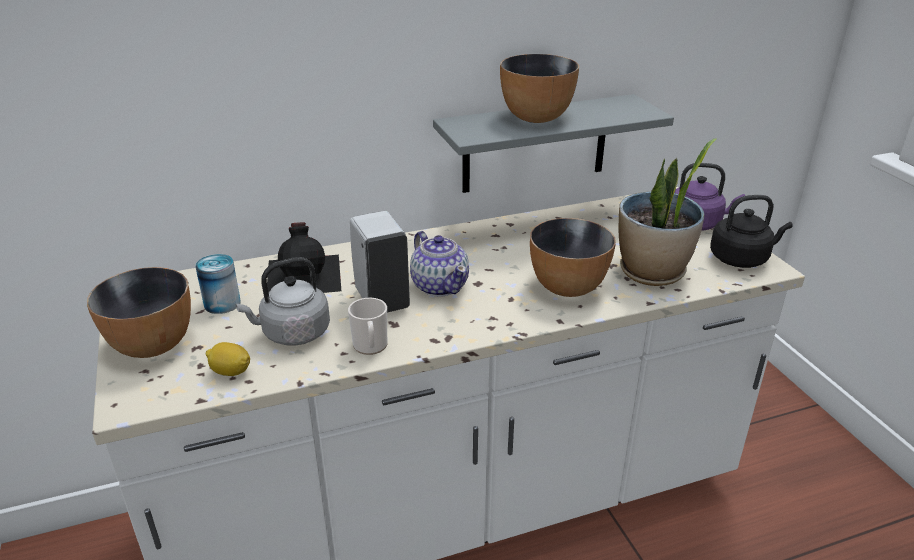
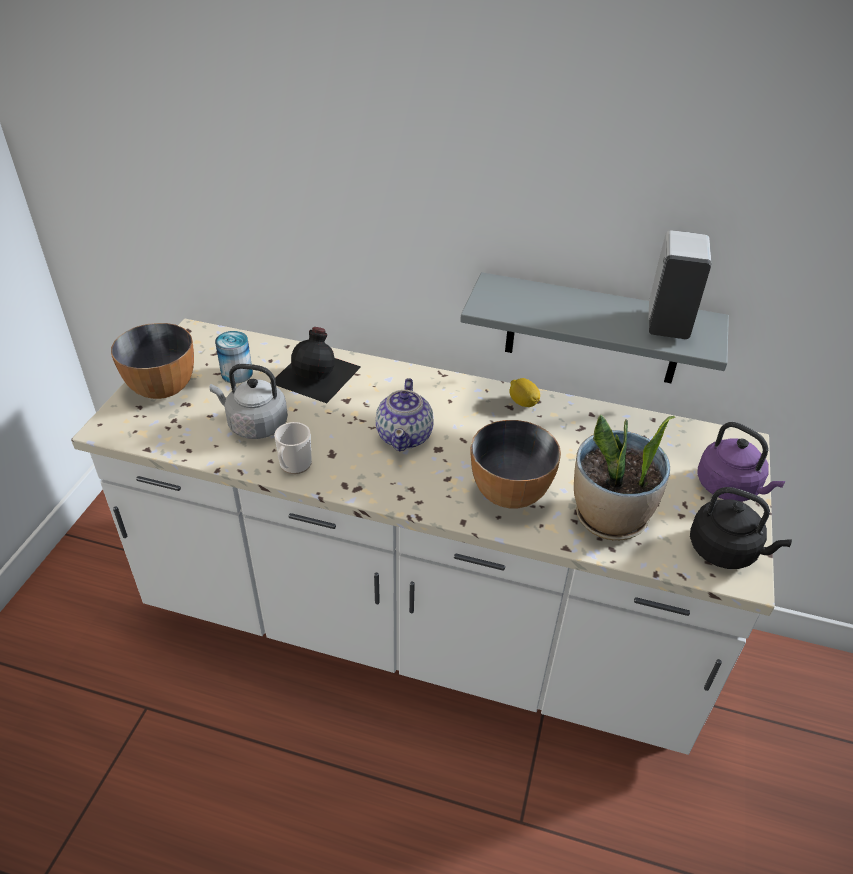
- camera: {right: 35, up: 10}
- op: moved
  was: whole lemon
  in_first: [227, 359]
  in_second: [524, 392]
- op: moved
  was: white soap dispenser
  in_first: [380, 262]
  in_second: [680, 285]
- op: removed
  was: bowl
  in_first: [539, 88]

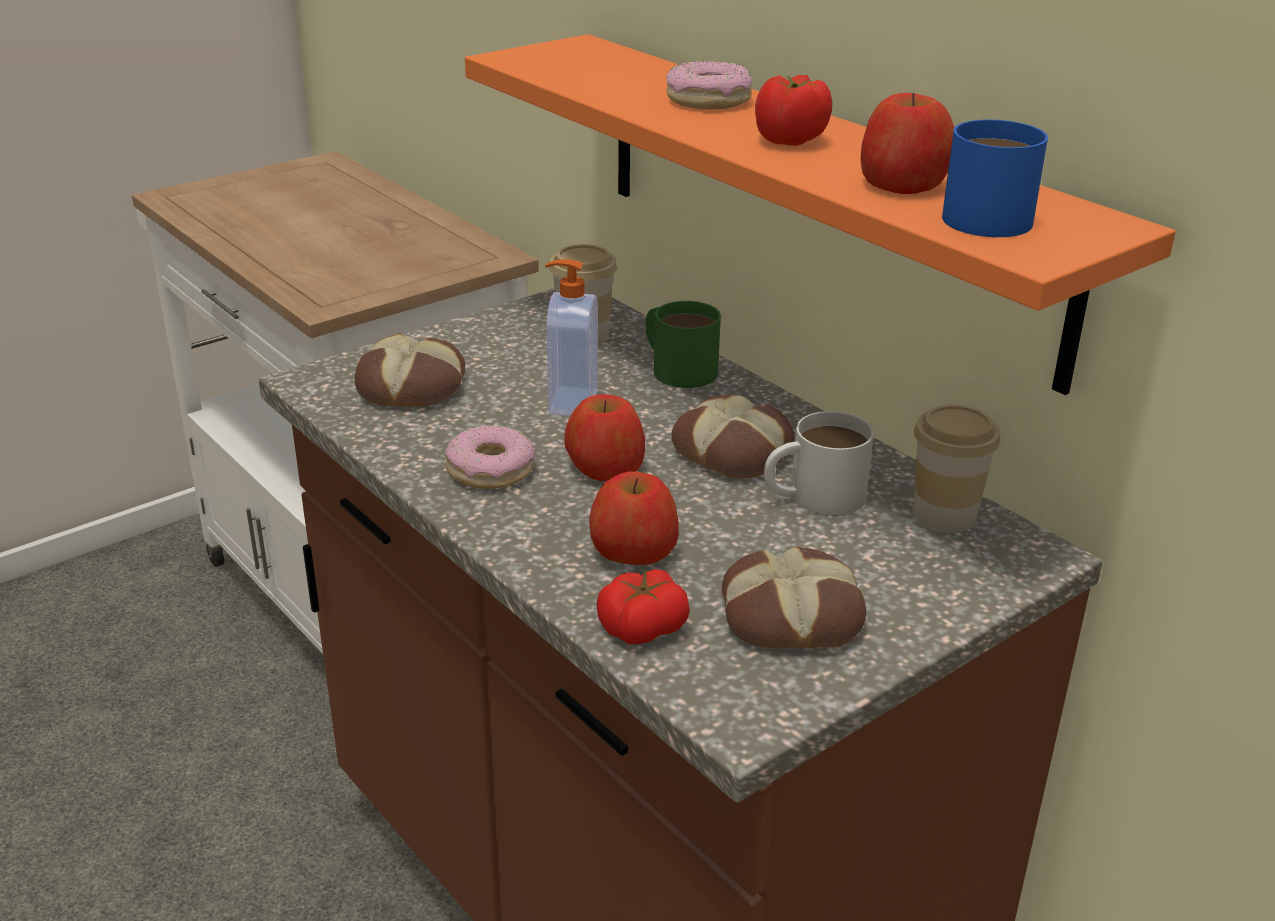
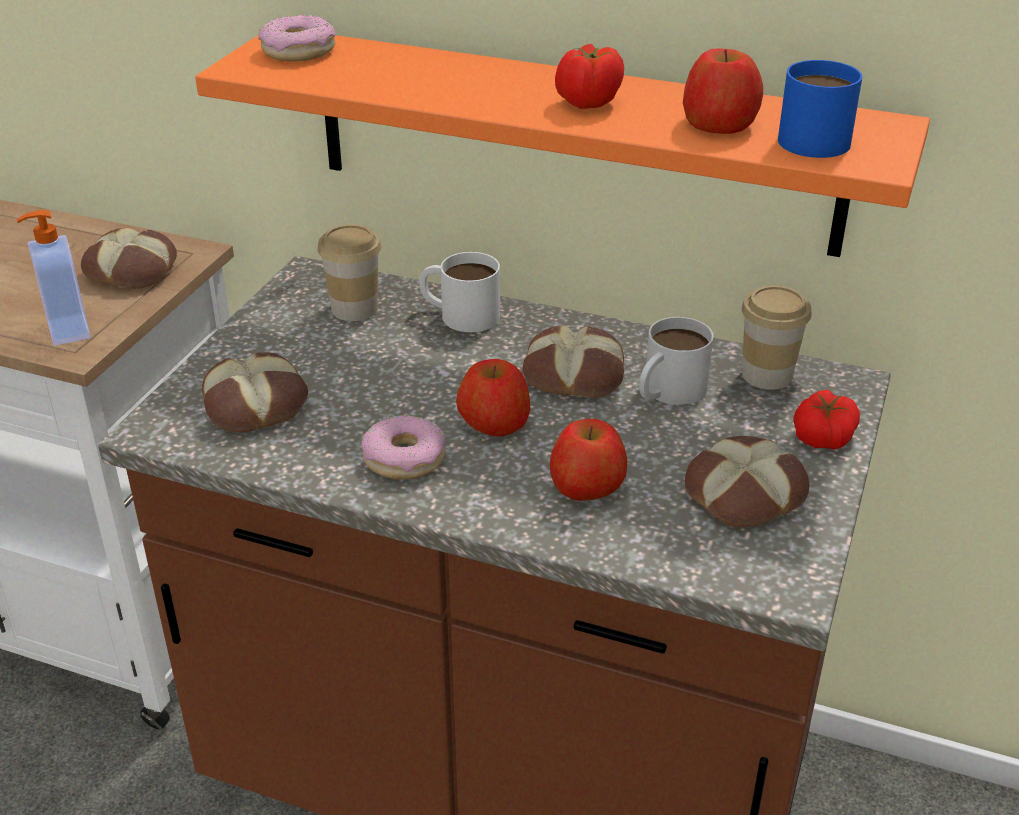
- camera: {right: -30, up: 5}
- op: moved
  was: soap dispenser
  in_first: [571, 337]
  in_second: [53, 278]
- op: moved
  was: whole tomato
  in_first: [643, 606]
  in_second: [826, 419]
- op: recoloured
  was: greenish tea mug
  now: white tea mug
  in_first: [683, 344]
  in_second: [459, 292]
- op: moved
  was: donut
  in_first: [709, 85]
  in_second: [297, 38]
- op: added
  now: bakery bread
  in_second: [129, 258]

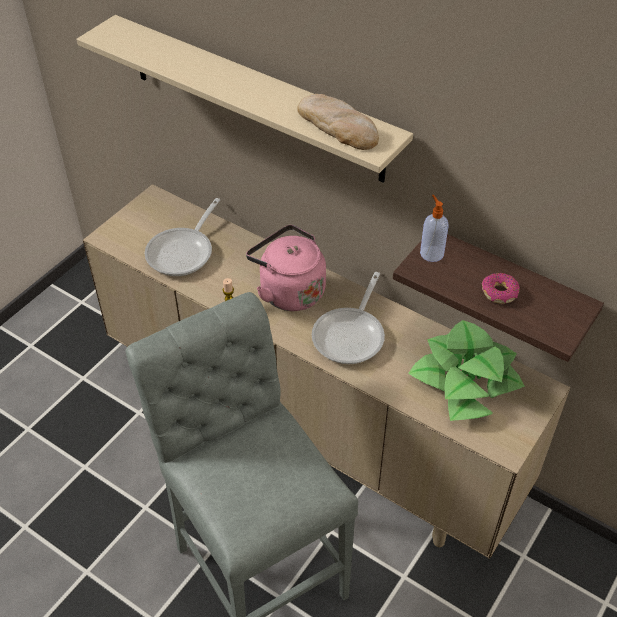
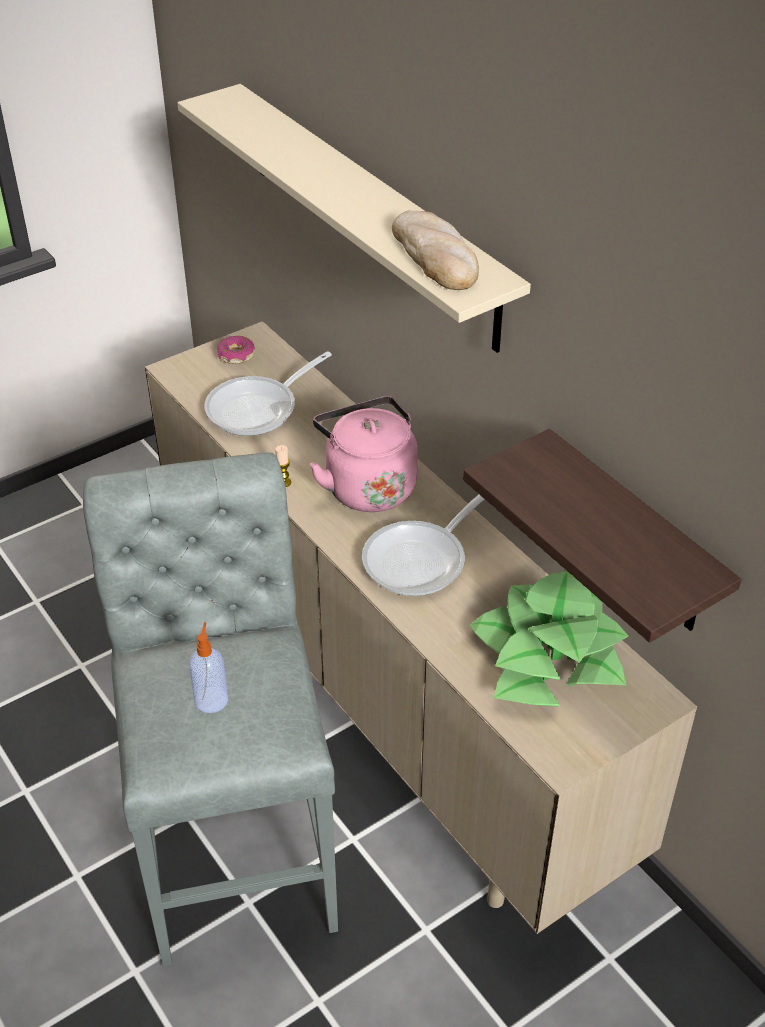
- camera: {right: 20, up: -5}
- op: moved
  was: soap dispenser
  in_first: [434, 228]
  in_second: [208, 667]
- op: moved
  was: donut
  in_first: [501, 288]
  in_second: [236, 350]

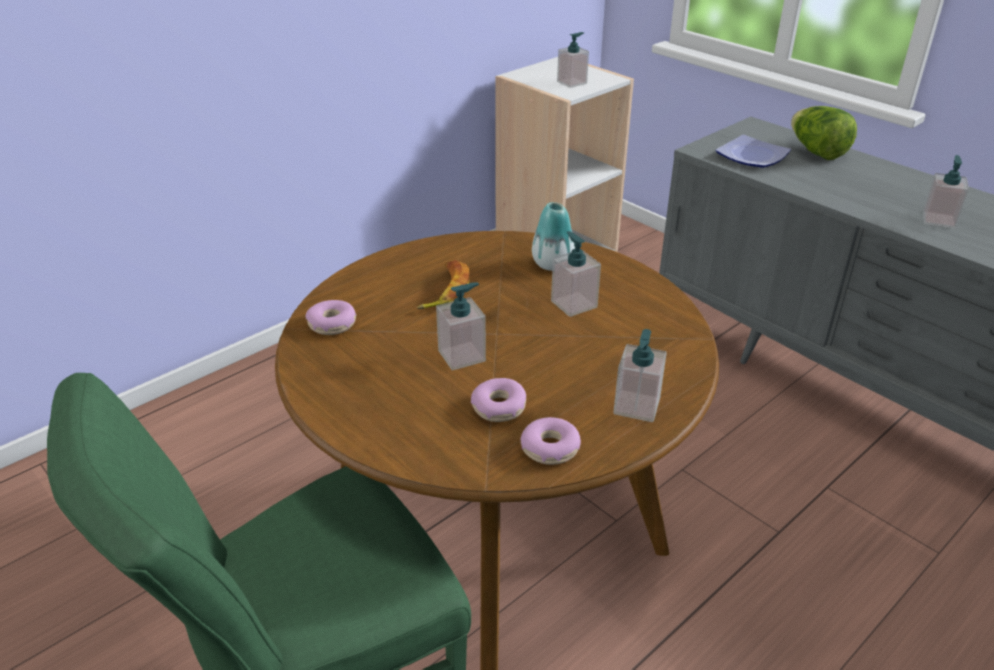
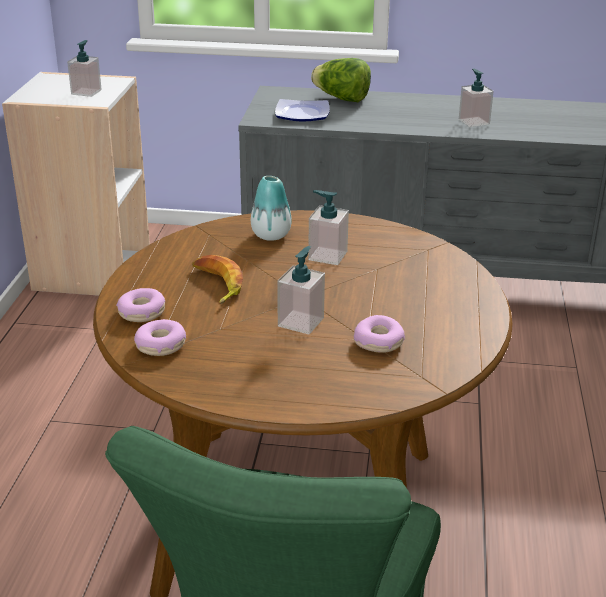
- camera: {right: -40, up: -5}
- op: moved
  was: donut
  in_first: [551, 441]
  in_second: [141, 305]
- op: removed
  was: soap dispenser
  in_first: [640, 375]

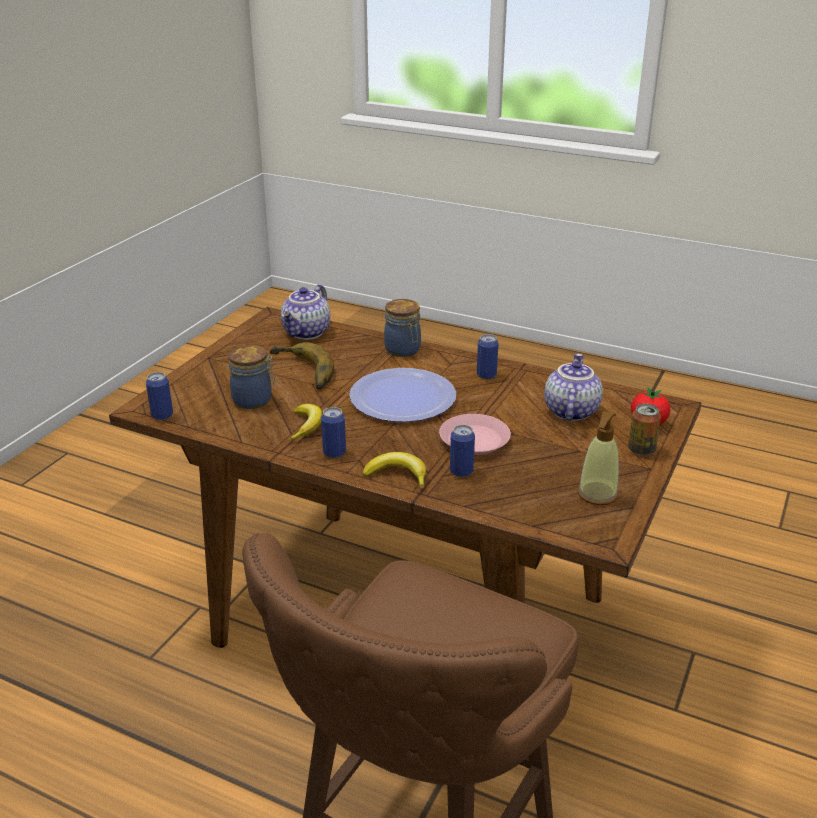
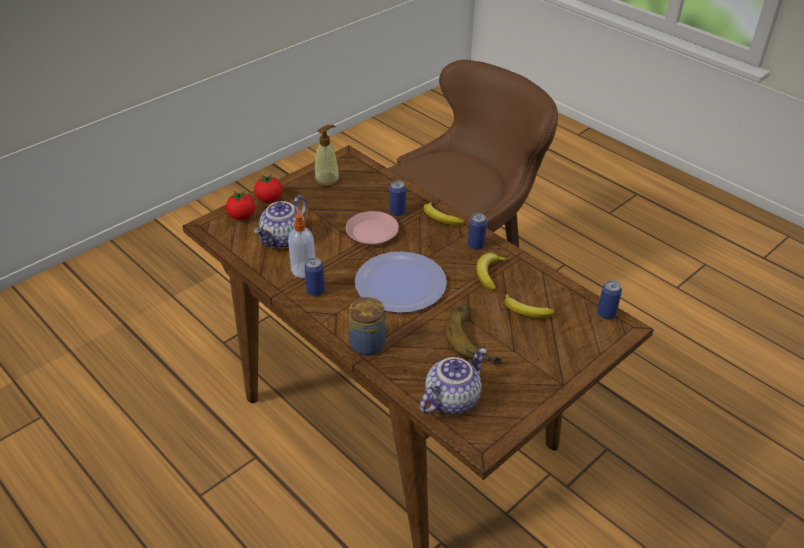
- camera: {right: -160, up: 10}
- op: replaced
  was: jar
  now: whole banana
  in_first: [252, 377]
  in_second: [529, 306]
- op: replaced
  was: metal can
  now: whole tomato
  in_first: [644, 429]
  in_second: [268, 188]
- op: added
  now: soap dispenser
  in_second: [301, 242]

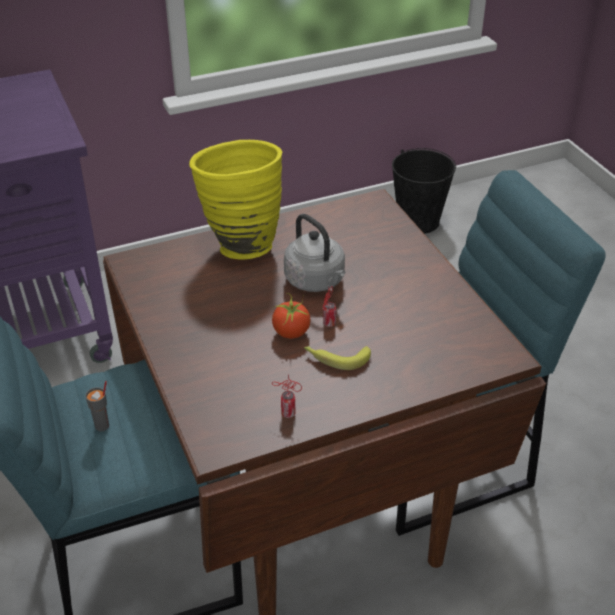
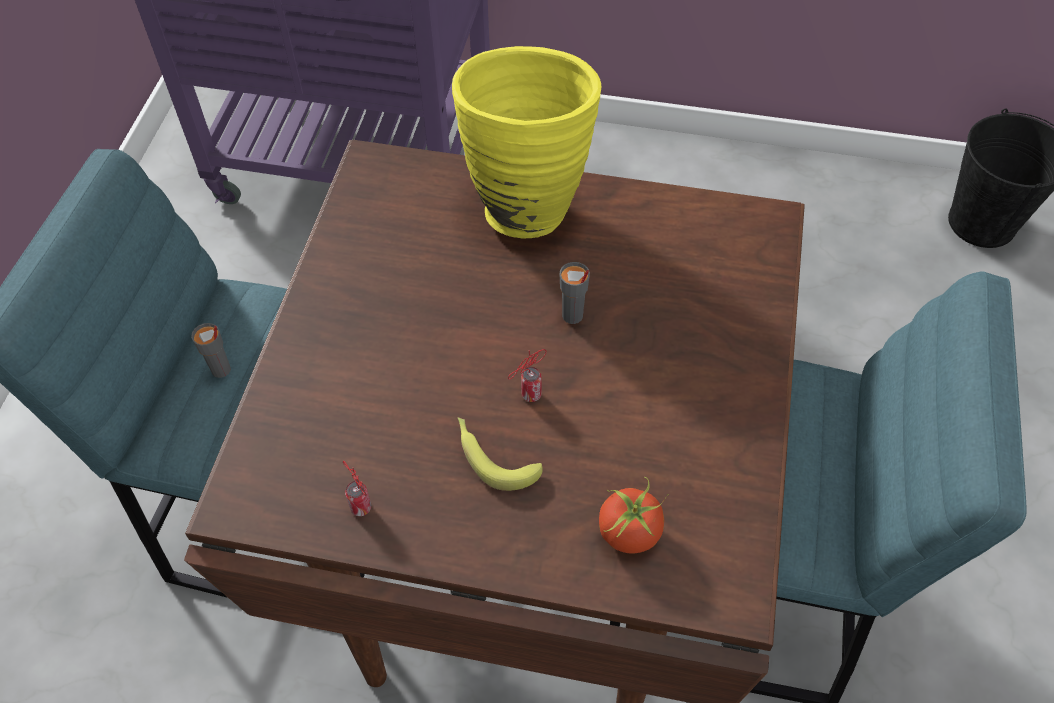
- camera: {right: 35, up: 15}
- op: moved
  was: whole tomato
  in_first: [290, 316]
  in_second: [634, 515]
- op: replaced
  was: greyish tea kettle
  now: greyish cup
  in_first: [314, 253]
  in_second: [575, 293]

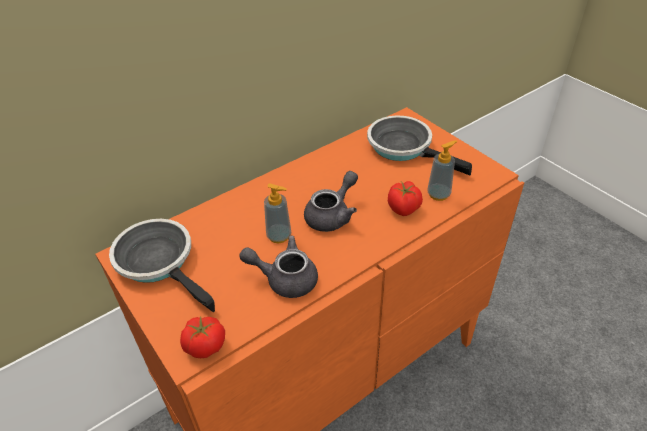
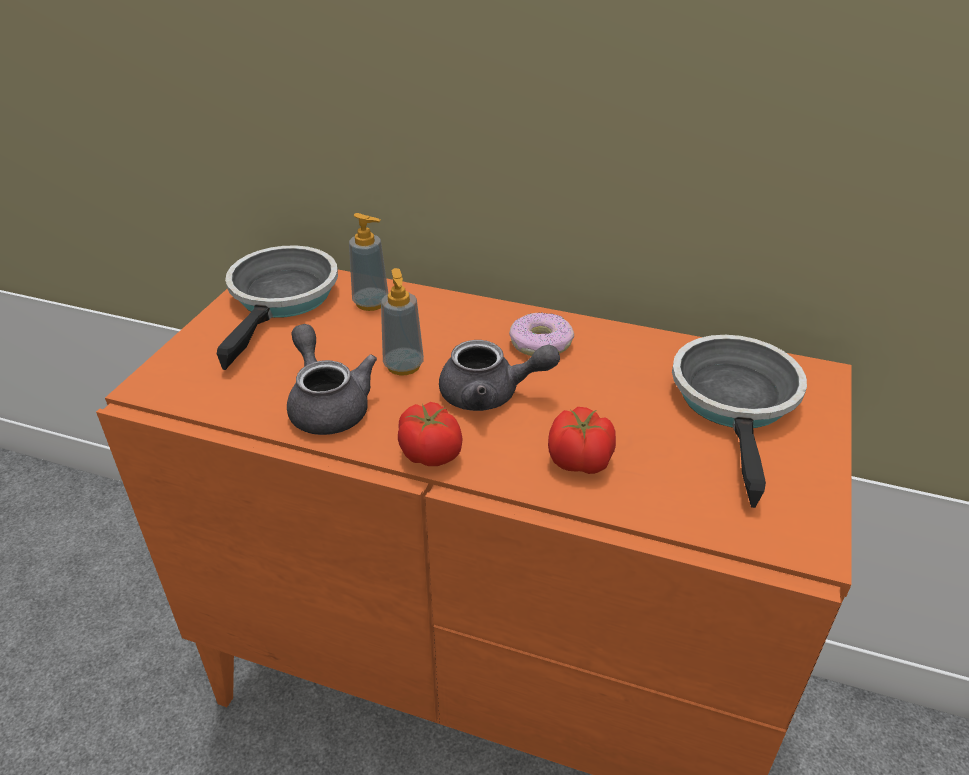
- camera: {right: 55, up: -5}
- op: moved
  was: whole tomato
  in_first: [202, 337]
  in_second: [430, 434]
- op: moved
  was: soap dispenser
  in_first: [442, 170]
  in_second: [368, 262]
- op: added
  now: donut
  in_second: [541, 334]

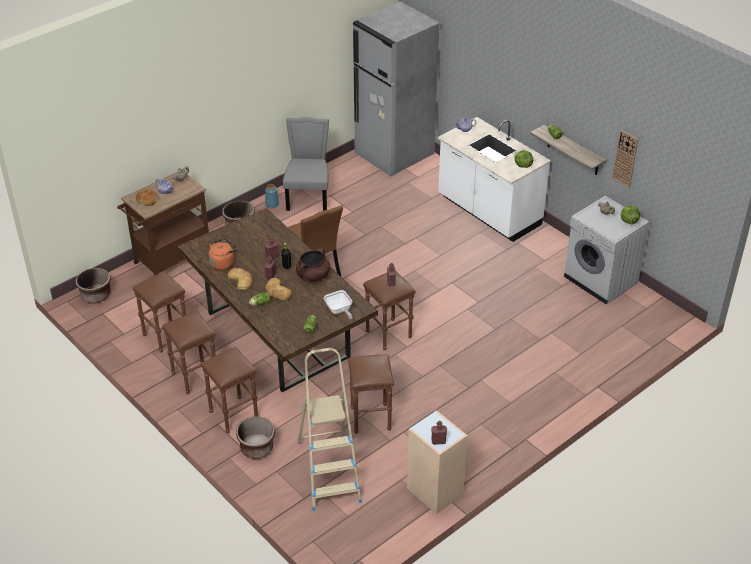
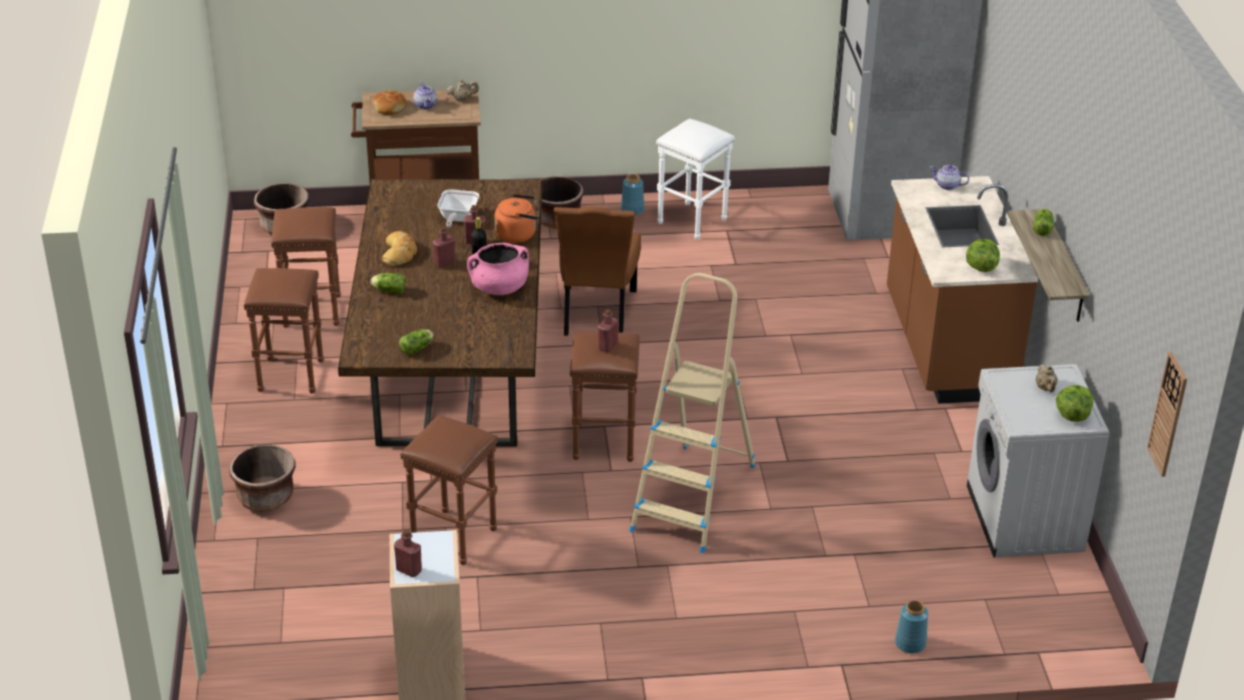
- camera: {right: 35, up: -5}
- op: removed
  was: brown stool seat
  in_first: [229, 390]
- op: moved
  was: orangey tea kettle
  in_first: [223, 254]
  in_second: [517, 218]
- op: removed
  was: bakery bread
  in_first: [279, 289]
- op: replaced
  was: greyish upright chair
  now: white stool seat
  in_first: [306, 164]
  in_second: [695, 179]
- op: recoloured
  was: brown stockpot
  now: pinkish stockpot
  in_first: [313, 265]
  in_second: [498, 269]
- op: moved
  was: beige step ladder
  in_first: [329, 429]
  in_second: [693, 413]
- op: moved
  was: pan
  in_first: [338, 305]
  in_second: [458, 208]
- op: recoloured
  was: white counter
  now: brown counter
  in_first: [494, 179]
  in_second: [962, 290]
- op: moved
  was: hanging clock
  in_first: [625, 159]
  in_second: [1167, 414]
- op: added
  now: blue-coloured flower vase
  in_second: [911, 626]

